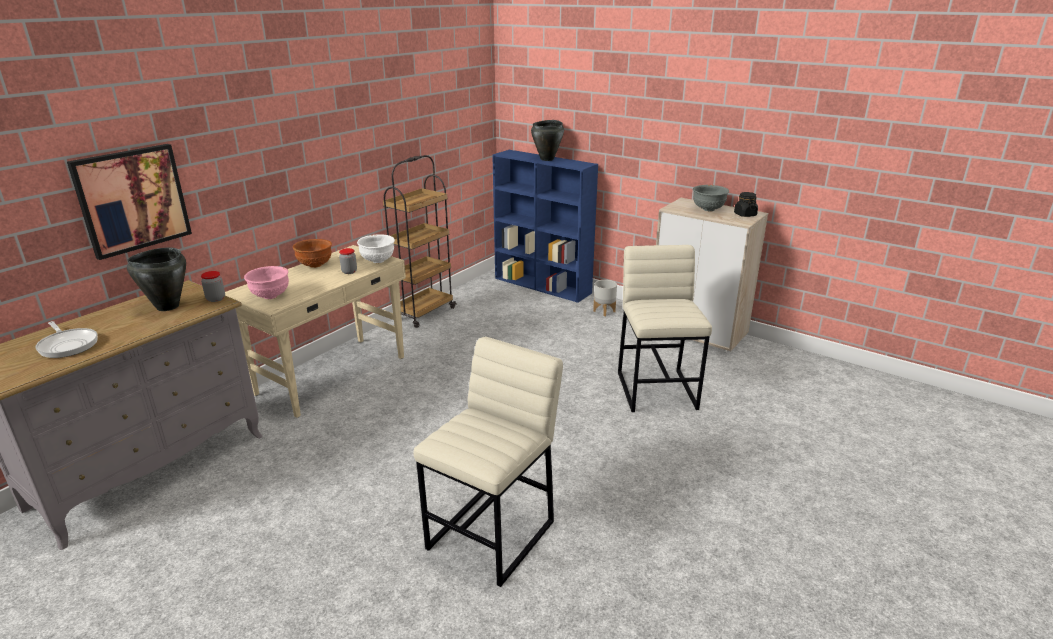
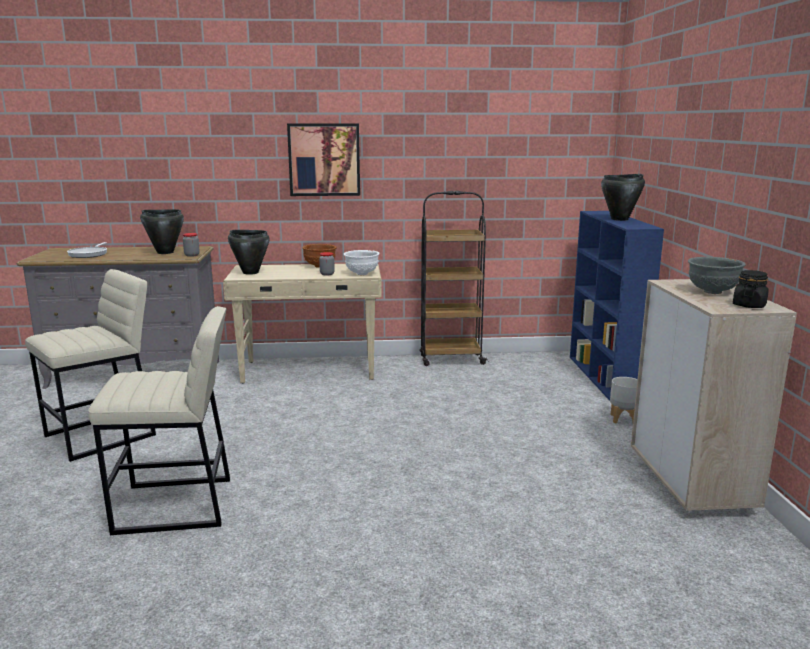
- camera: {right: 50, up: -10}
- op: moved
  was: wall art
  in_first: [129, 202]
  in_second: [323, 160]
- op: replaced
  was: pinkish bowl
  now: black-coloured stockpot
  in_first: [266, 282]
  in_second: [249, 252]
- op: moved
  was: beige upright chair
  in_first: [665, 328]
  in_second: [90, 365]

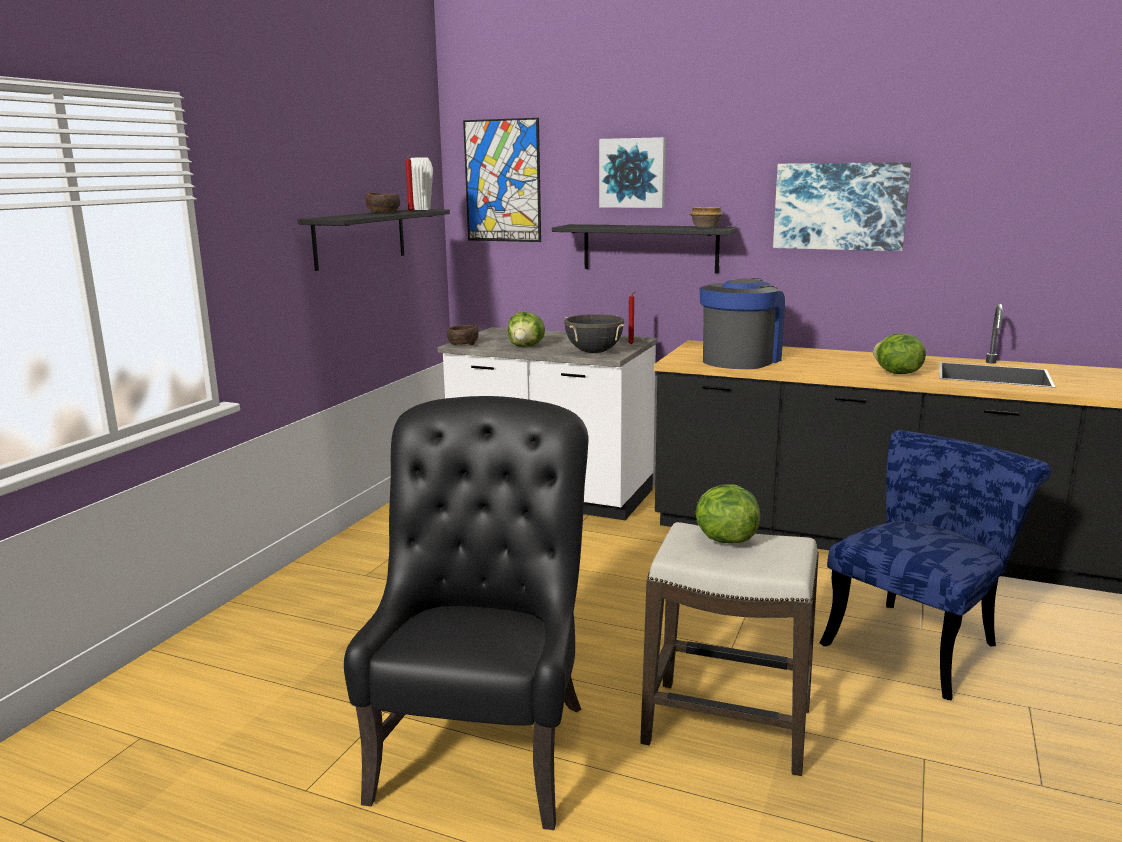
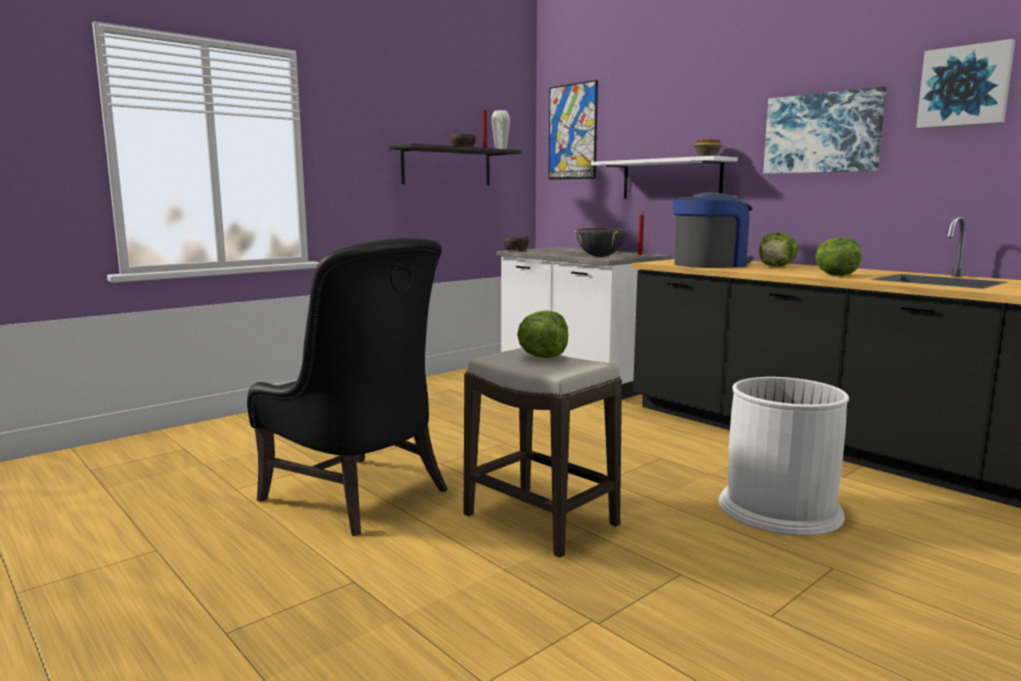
- camera: {right: 25, up: -5}
- op: turned
  was: black-coloured upright chair
  in_first: [466, 613]
  in_second: [347, 387]
  clockwise: 90
- op: moved
  was: lettuce
  in_first: [526, 329]
  in_second: [778, 249]
- op: recoloured
  was: black-coloured shelf
  now: white shelf
  in_first: [645, 249]
  in_second: [664, 177]
- op: moved
  was: wall art
  in_first: [632, 172]
  in_second: [965, 84]
- op: replaced
  was: blue-coloured upright chair
  now: white trash can
  in_first: [936, 565]
  in_second: [784, 456]

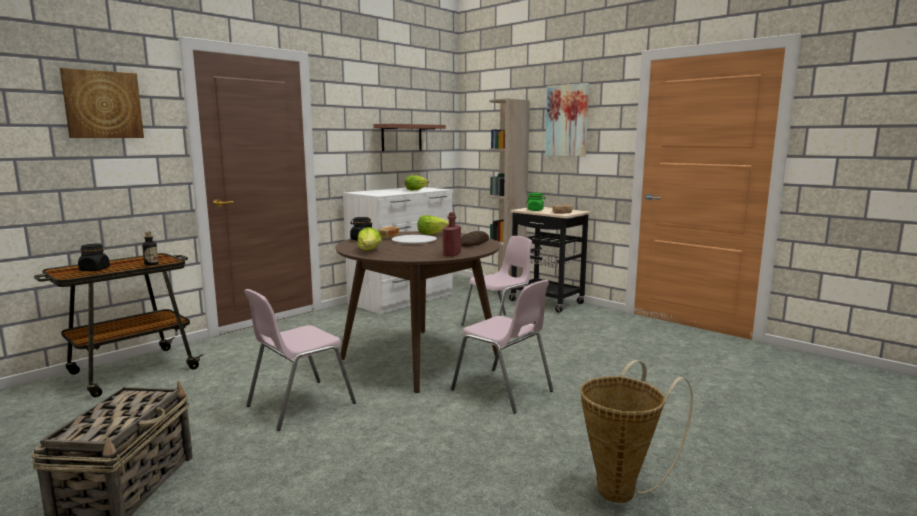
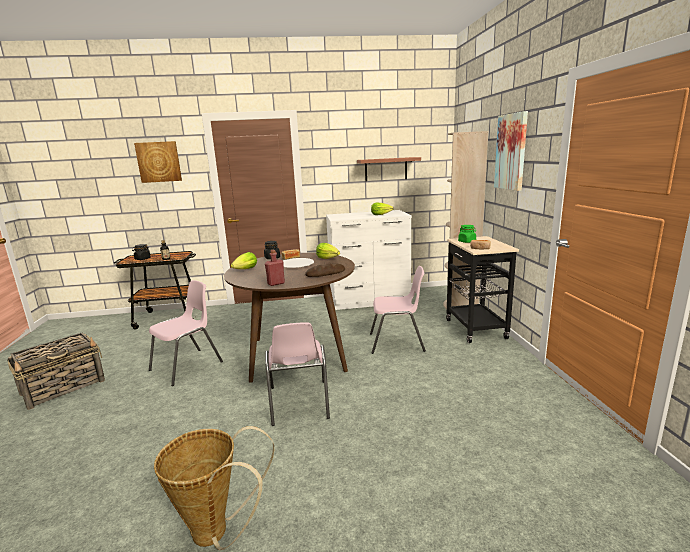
- camera: {right: 40, up: 5}
- op: turned
  was: pinkish upright chair
  in_first: [300, 360]
  in_second: [186, 333]
  clockwise: 135

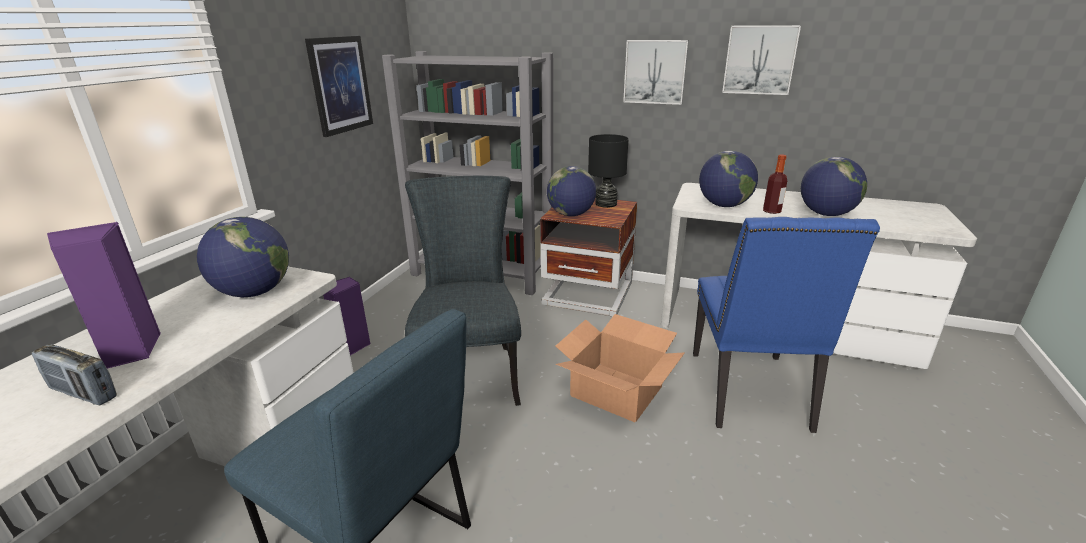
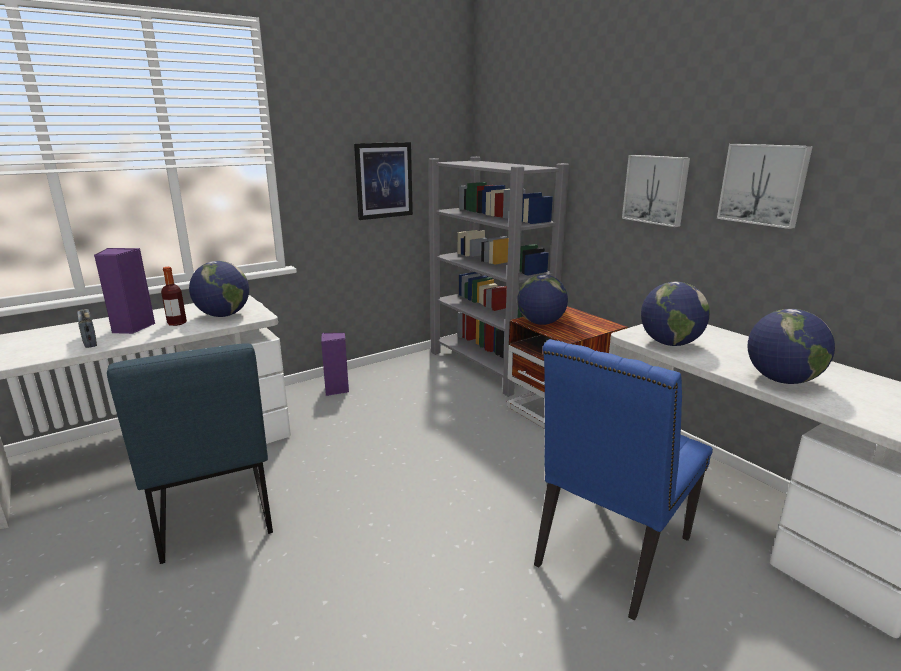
- camera: {right: 35, up: -5}
- op: removed
  was: greyish upright chair
  in_first: [463, 291]
- op: removed
  was: carton
  in_first: [620, 368]
- op: removed
  was: black-coloured tabletop lamp
  in_first: [608, 171]
- op: moved
  was: drink bottle
  in_first: [775, 184]
  in_second: [174, 296]

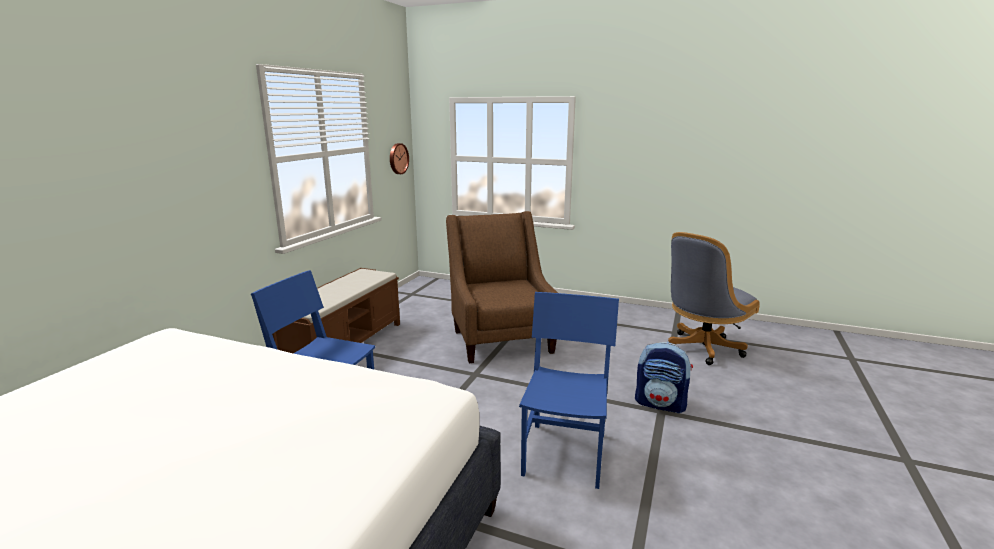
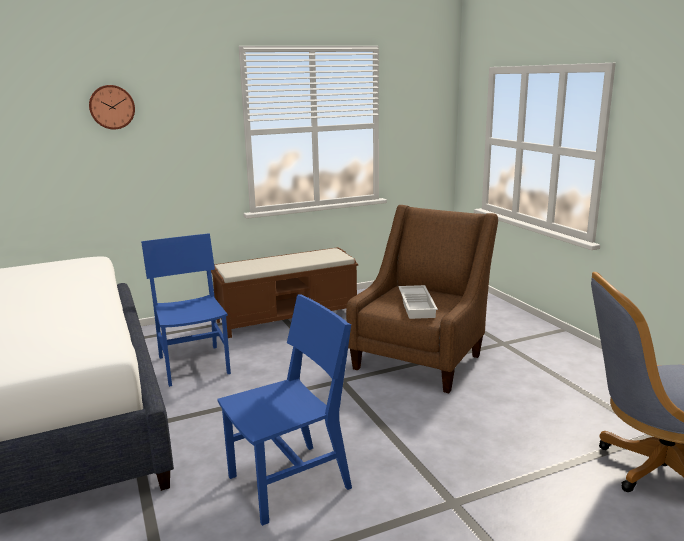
- camera: {right: 45, up: 0}
- op: moved
  was: hanging clock
  in_first: [399, 158]
  in_second: [112, 107]
- op: removed
  was: knapsack
  in_first: [664, 377]
- op: added
  now: white carrying tray
  in_second: [418, 302]

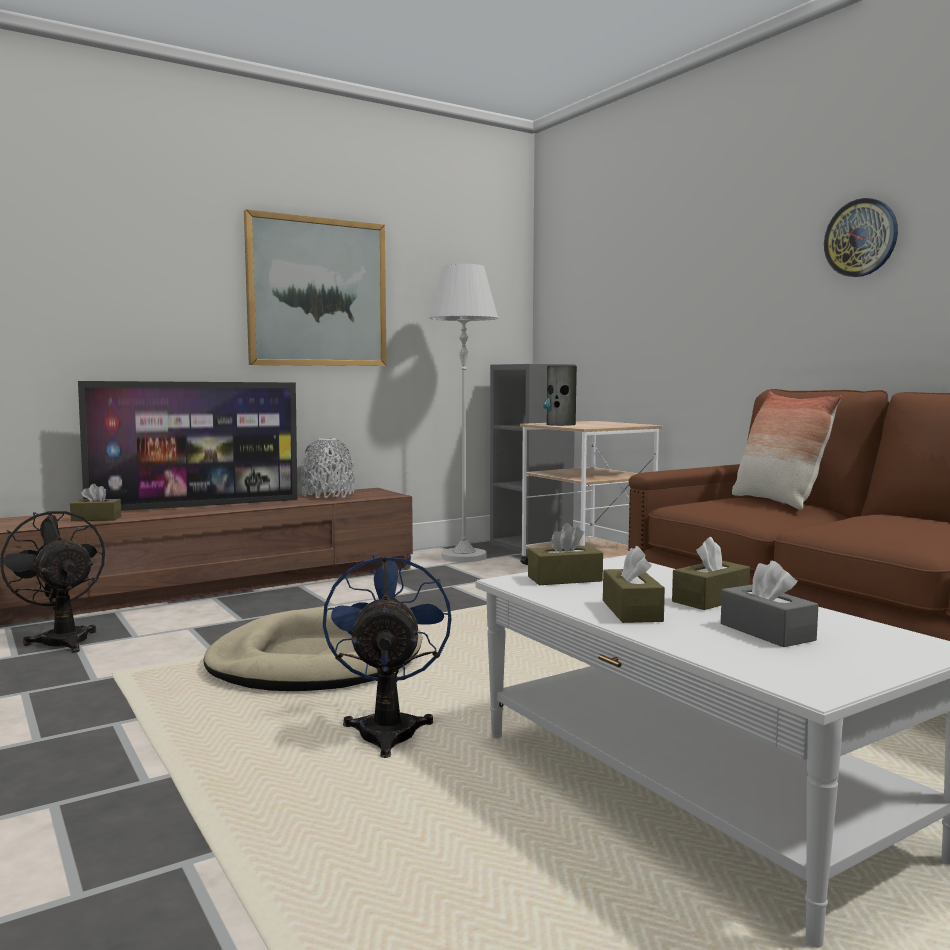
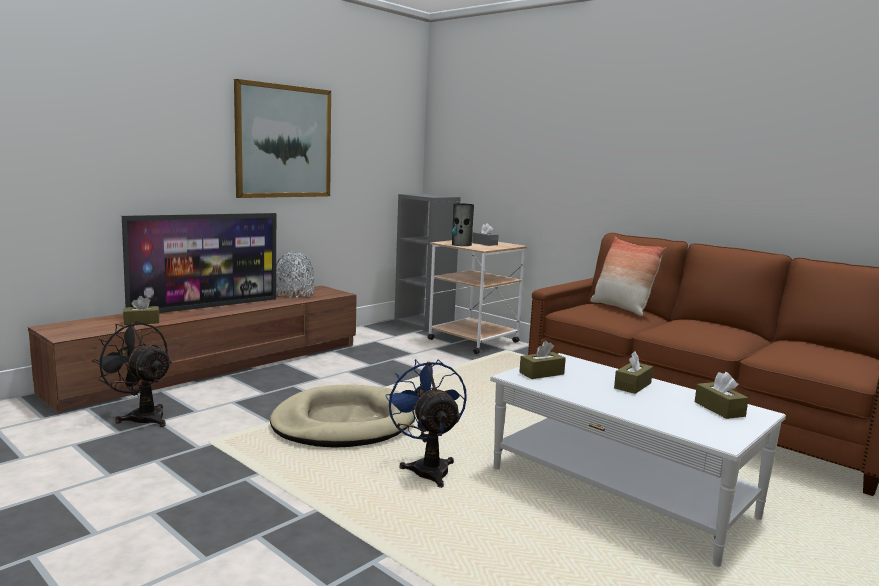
- camera: {right: -15, up: 5}
- op: removed
  was: white standard lamp
  in_first: [463, 413]
- op: moved
  was: brown tissue holder
  in_first: [634, 584]
  in_second: [722, 395]
- op: moved
  was: greyish tissue holder
  in_first: [769, 603]
  in_second: [485, 234]
- op: removed
  was: hanging clock
  in_first: [861, 237]

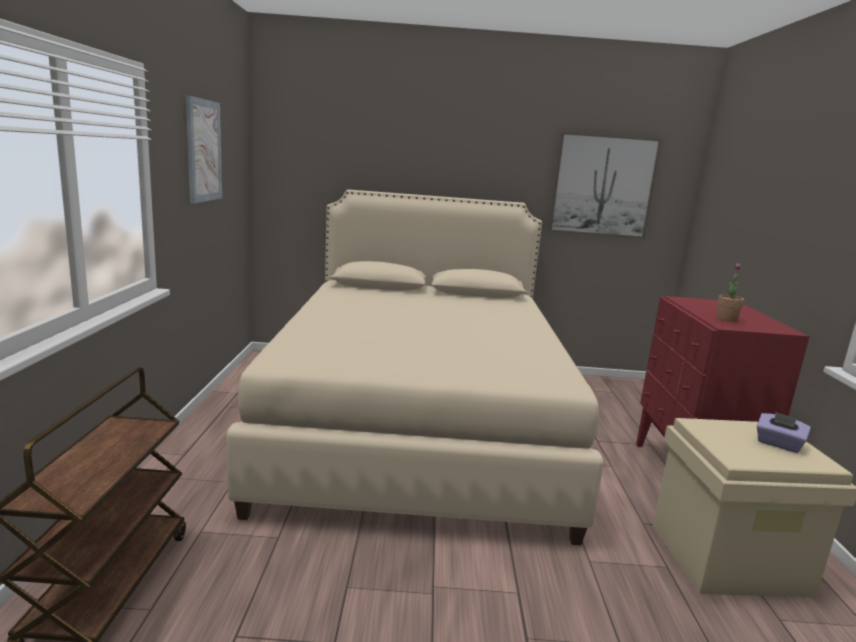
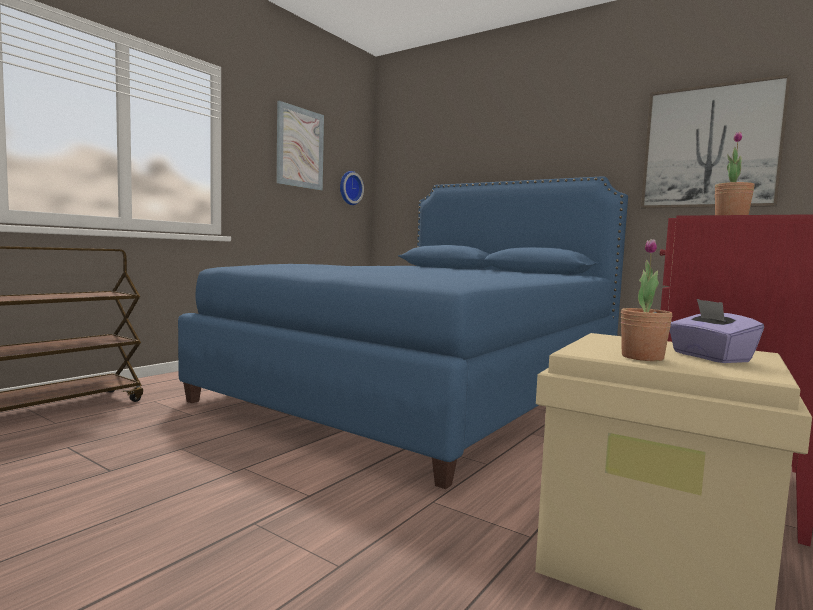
- camera: {right: 35, up: -10}
- op: recoloured
  was: beige bed
  now: blue-coloured bed
  in_first: [415, 367]
  in_second: [403, 332]
- op: added
  now: hanging clock
  in_second: [352, 188]
- op: added
  now: houseplant
  in_second: [647, 300]

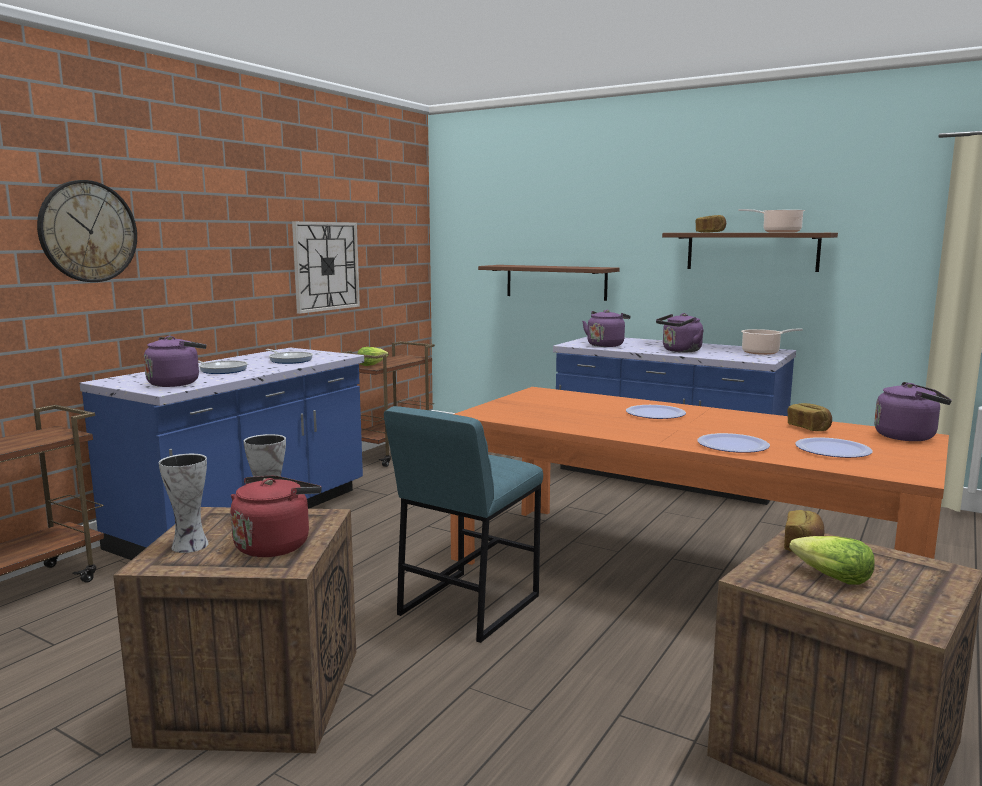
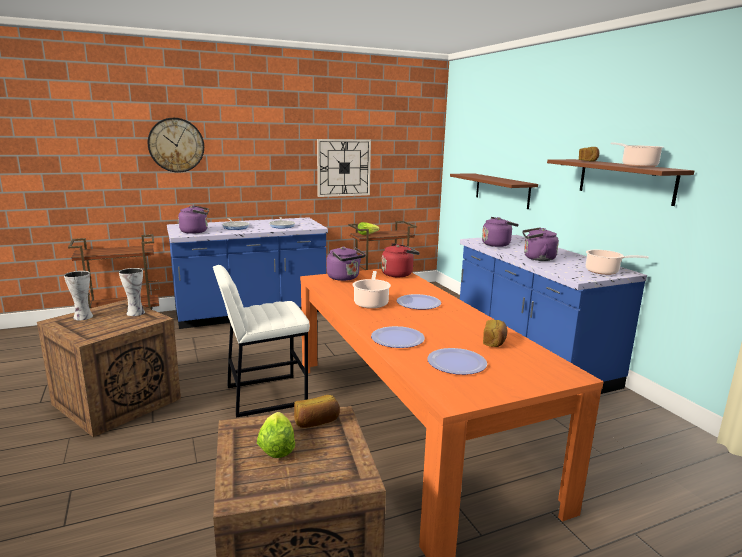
- camera: {right: 35, up: 5}
- op: moved
  was: reddish tea kettle
  in_first: [276, 516]
  in_second: [400, 260]
- op: recoloured
  was: blue-coloured stool seat
  now: white stool seat
  in_first: [463, 524]
  in_second: [261, 341]
- op: moved
  was: purplish tea kettle
  in_first: [913, 411]
  in_second: [346, 264]
- op: added
  now: stockpot
  in_second: [371, 290]

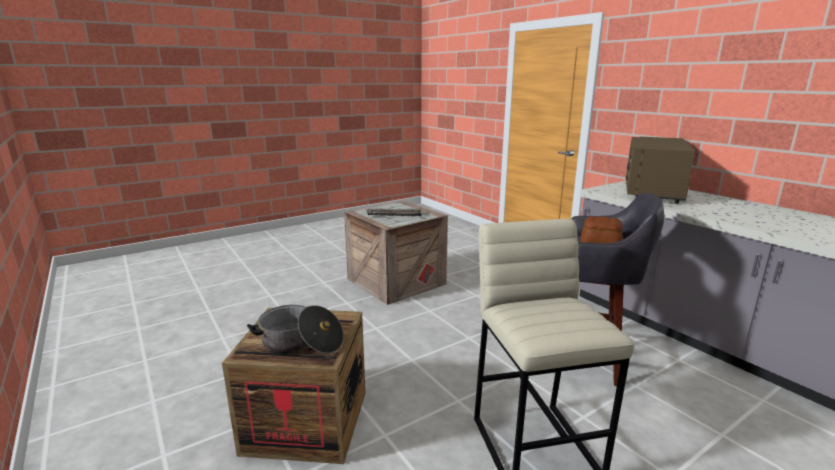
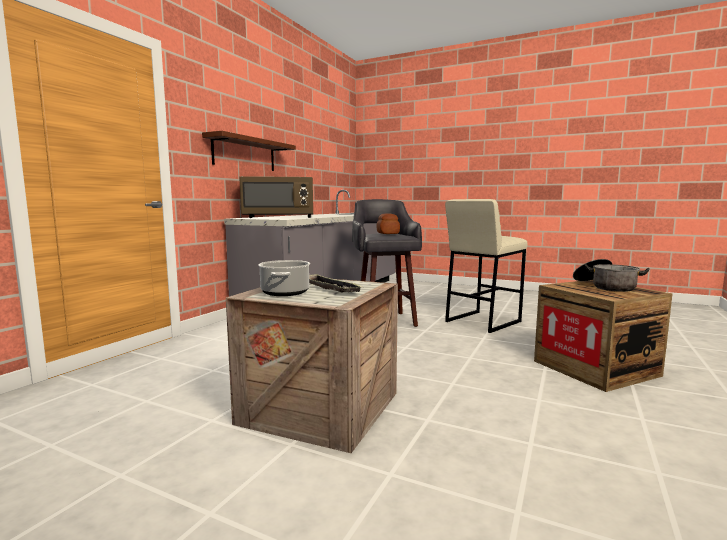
- camera: {right: -120, up: -10}
- op: added
  now: brown shelf
  in_second: [249, 151]
- op: added
  now: stockpot
  in_second: [284, 278]

